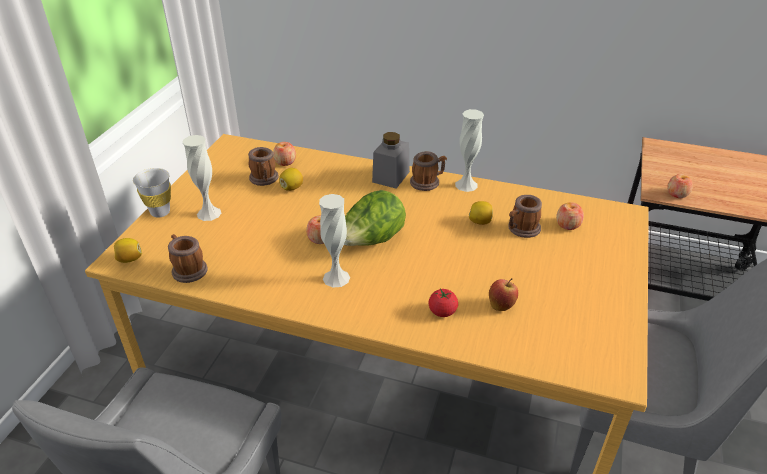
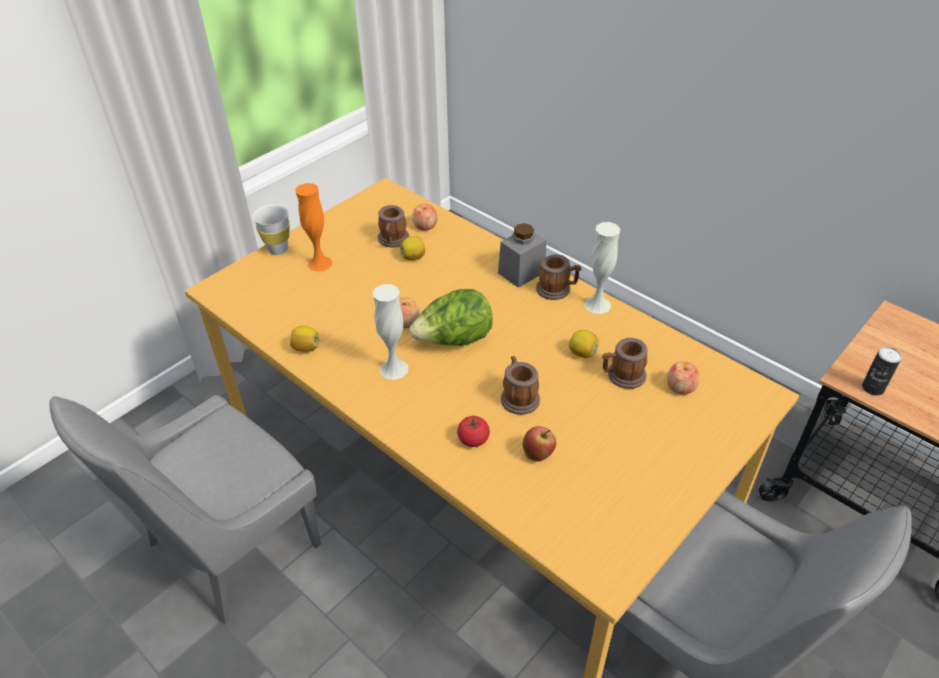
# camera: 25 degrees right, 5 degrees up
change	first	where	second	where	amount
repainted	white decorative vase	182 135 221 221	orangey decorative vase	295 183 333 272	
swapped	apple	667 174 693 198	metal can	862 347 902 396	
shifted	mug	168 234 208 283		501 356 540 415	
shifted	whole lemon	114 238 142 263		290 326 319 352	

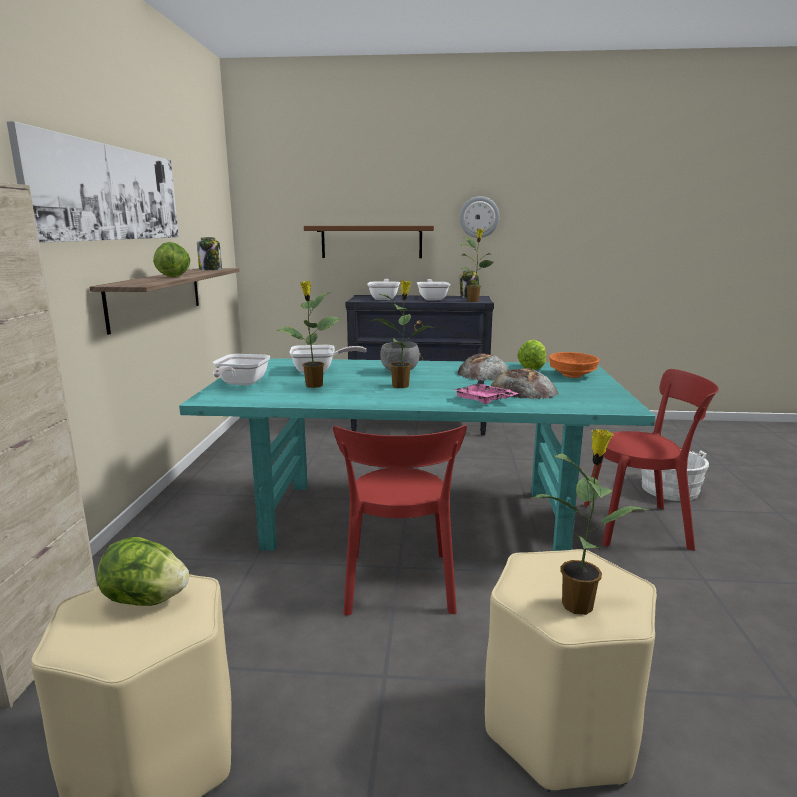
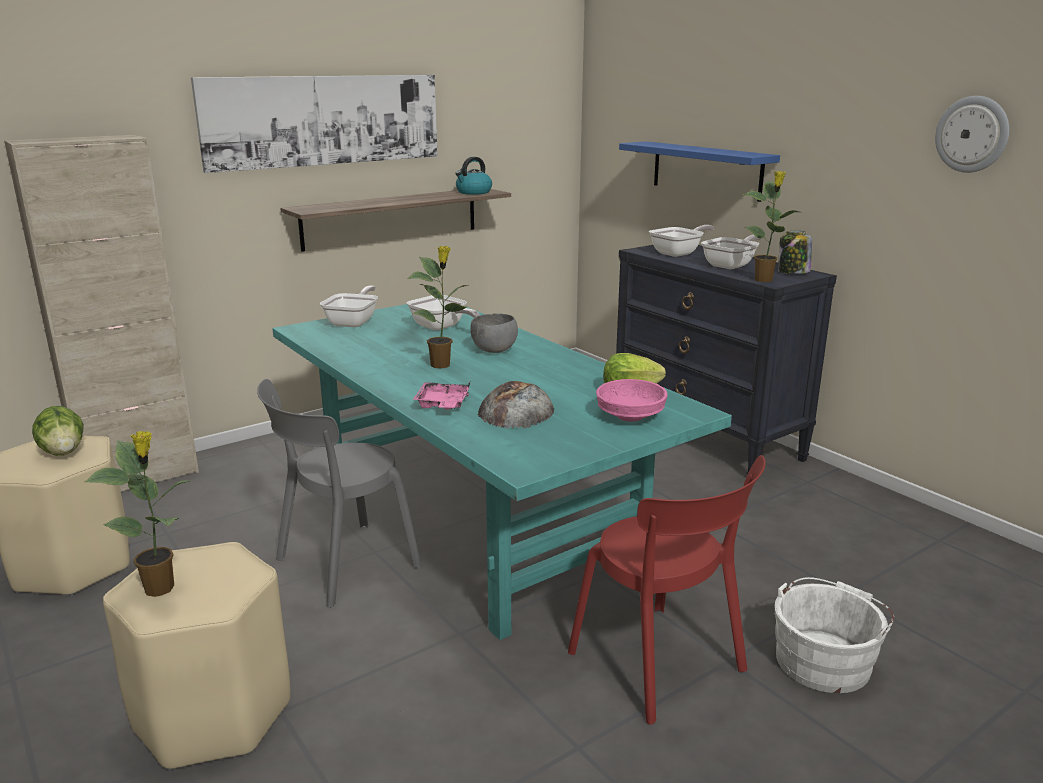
# camera: 50 degrees right, 5 degrees up
change	first	where	second	where	amount
shifted	clock on the wall	459 196 500 238		935 96 1009 173	
repainted	brownish bracket shelf	304 226 434 258	blue-coloured bracket shelf	619 141 780 202	
swapped	preserve jar	197 237 222 270	kettle	455 157 492 195	
gone	head of lettuce	153 242 190 277			
gone	potted plant	276 281 342 388			
repainted	orangey deep dish	549 352 599 378	pink deep dish	596 379 668 422	
gone	bakery bread	457 353 509 381			
rotated	pan	213 354 270 385		320 285 378 327	135 degrees clockwise
repainted	red plain chair	333 425 467 615	grey plain chair	257 379 422 608	

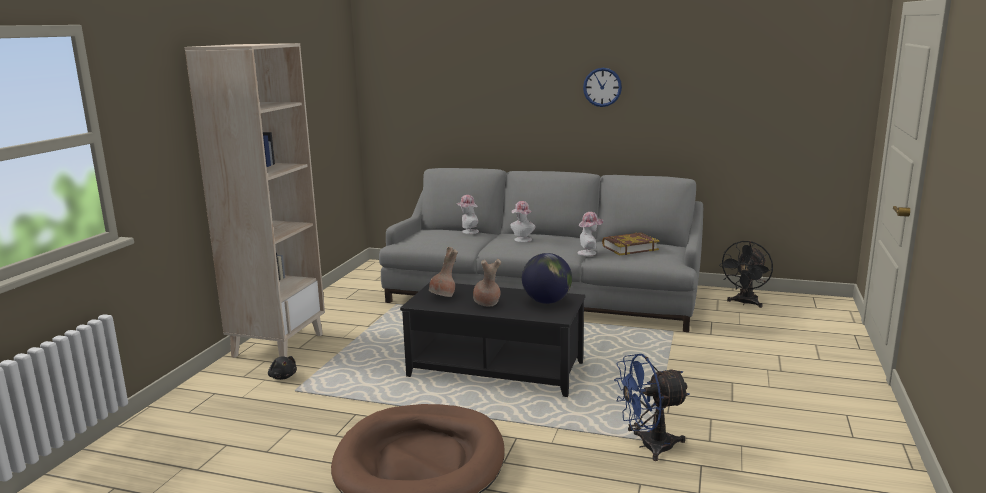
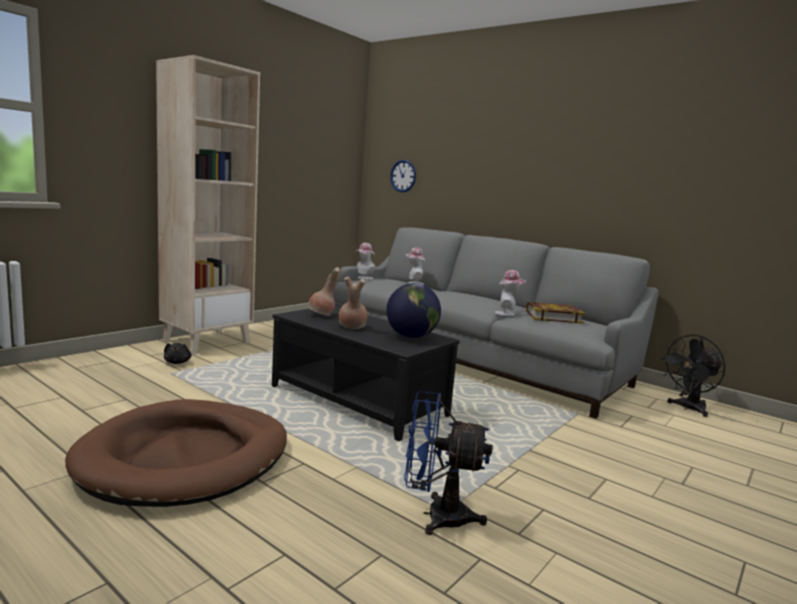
# camera: 20 degrees right, 5 degrees down
change	first	where	second	where	amount
shifted	clock on the wall	583 68 622 107		390 160 416 192	
shifted	clothing hat	511 201 536 242		356 243 376 280	

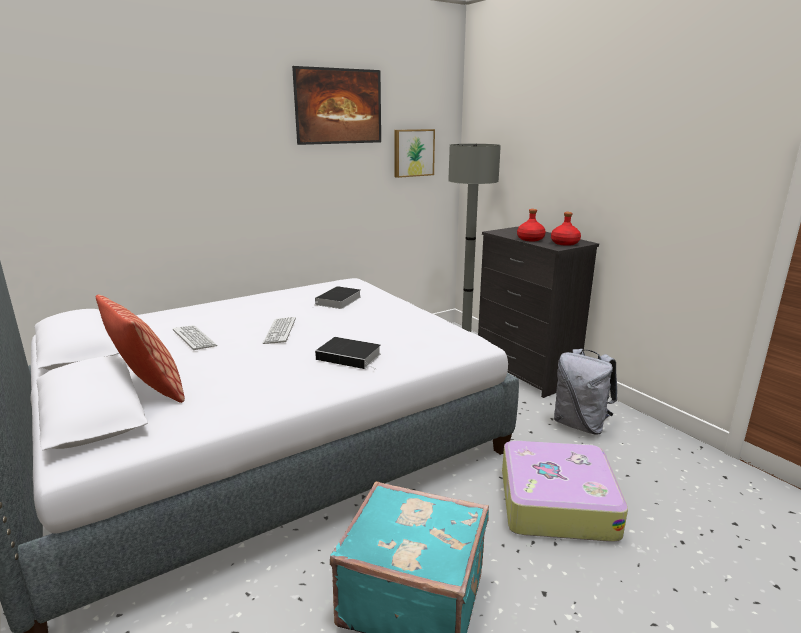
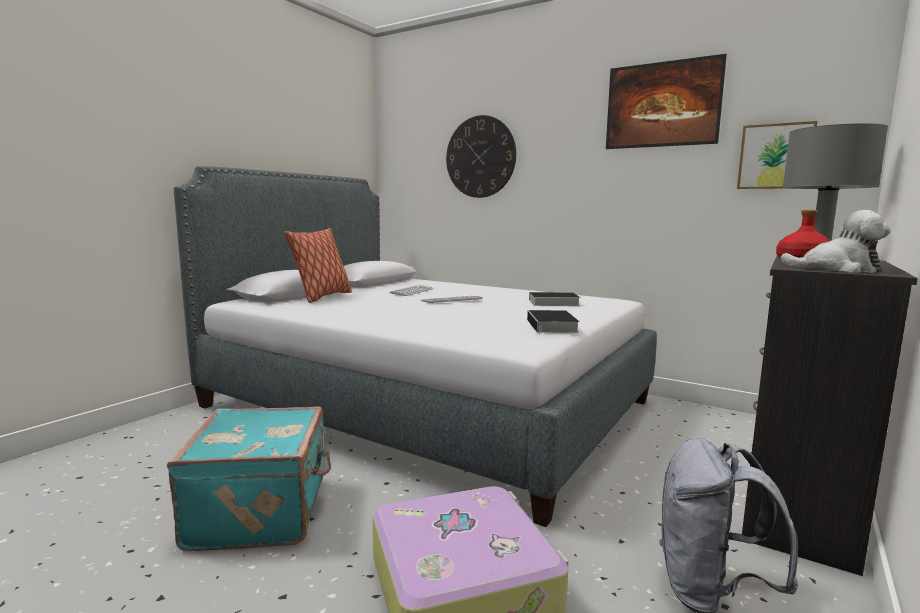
# camera: 65 degrees right, 10 degrees down
change	first	where	second	where	amount
swapped	red drink bottle	551 212 581 246	plush toy	780 210 891 273	
shifted	volume	315 337 381 370		527 310 580 335	
new			clock on the wall	446 115 516 198	

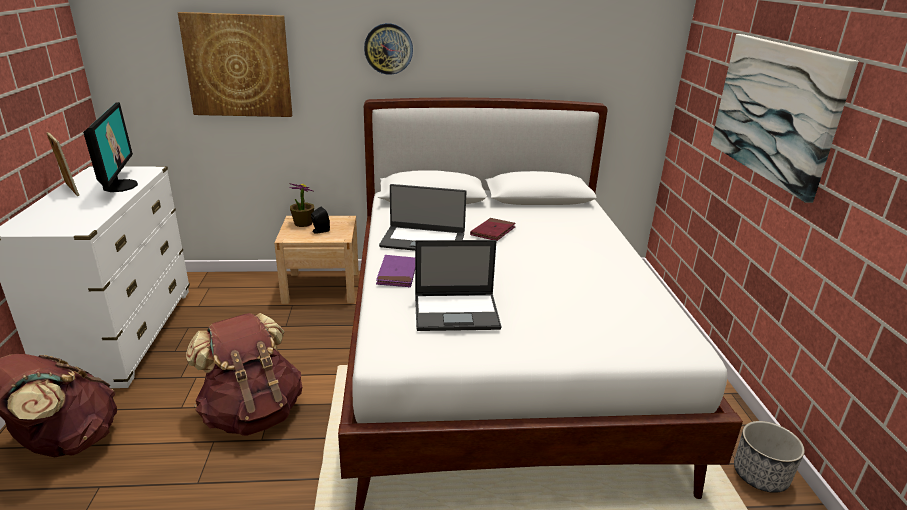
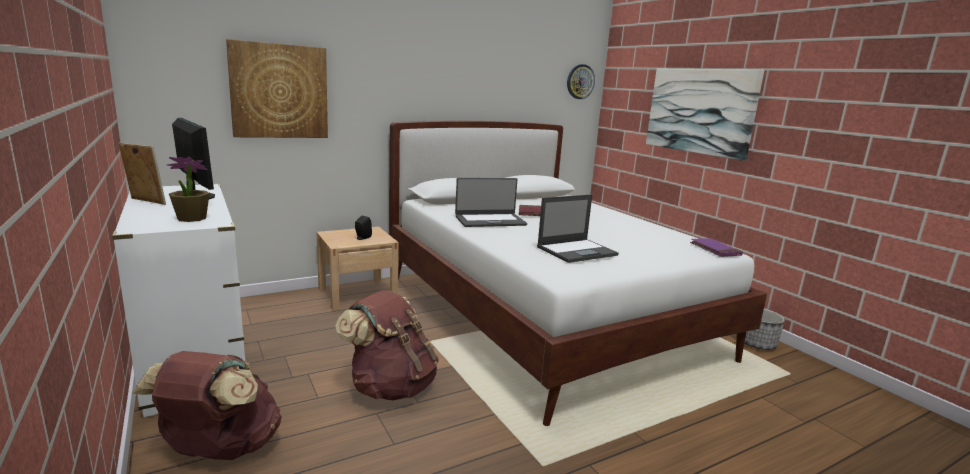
# camera: 25 degrees left, 10 degrees down
change	first	where	second	where	amount
shifted	clock on the wall	364 23 413 75		567 64 595 99	
shifted	potted plant	288 183 314 227		167 157 210 222	
shifted	purplish volume	376 255 415 287		690 238 743 257	

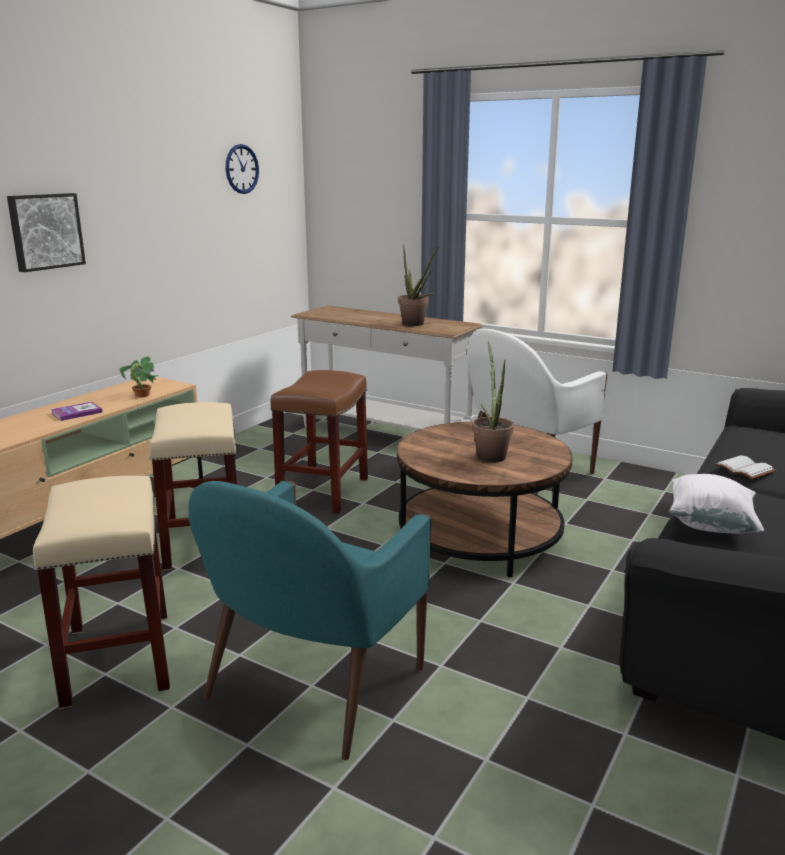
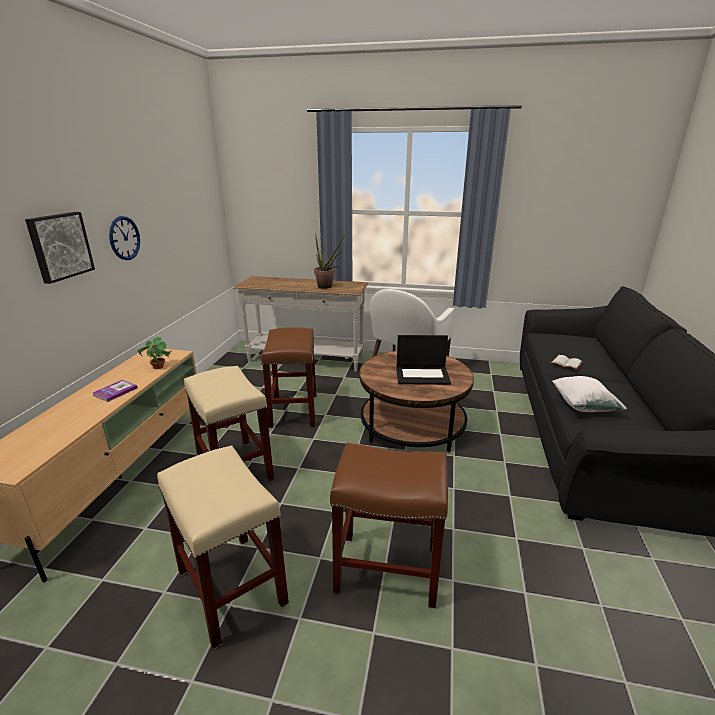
# camera: 20 degrees left, 5 degrees up
change	first	where	second	where	amount
shifted	clock on the wall	226 144 259 194		109 216 140 260	
swapped	potted plant	472 341 514 462	laptop	396 335 451 385	
swapped	turquoise armchair	188 481 432 760	brownish stool seat	330 443 448 608	

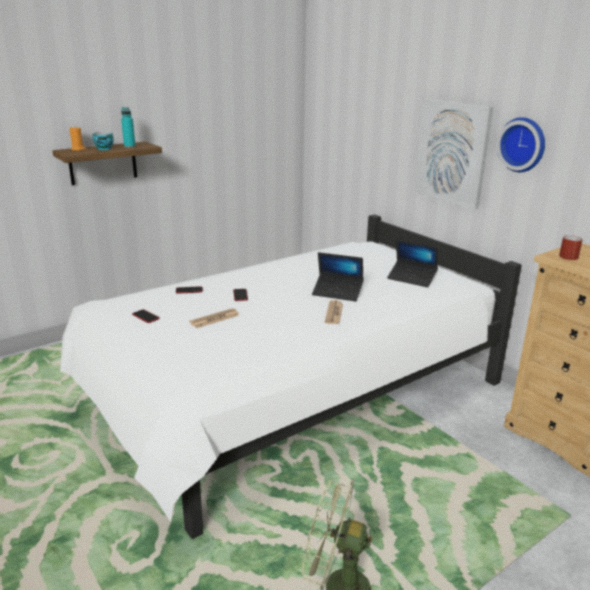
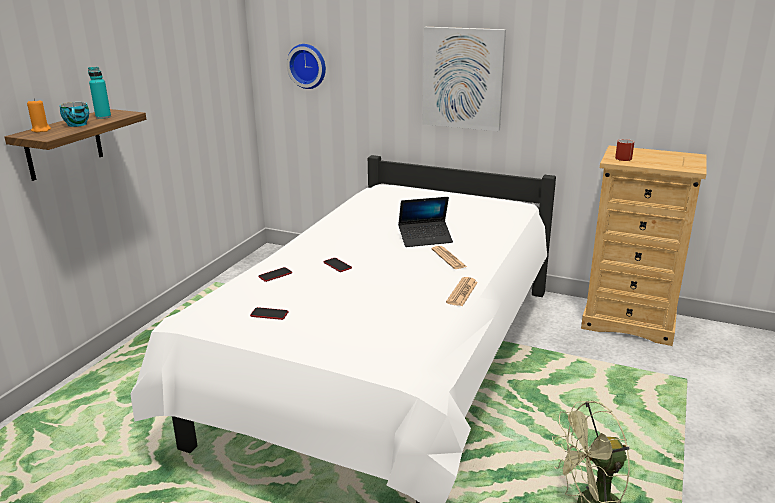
# camera: 30 degrees left, 0 degrees up
change	first	where	second	where	amount
shifted	clock on the wall	497 117 545 172		287 44 326 89	
gone	laptop	387 239 438 287			
shifted	newspaper	189 308 239 328		446 277 478 306	

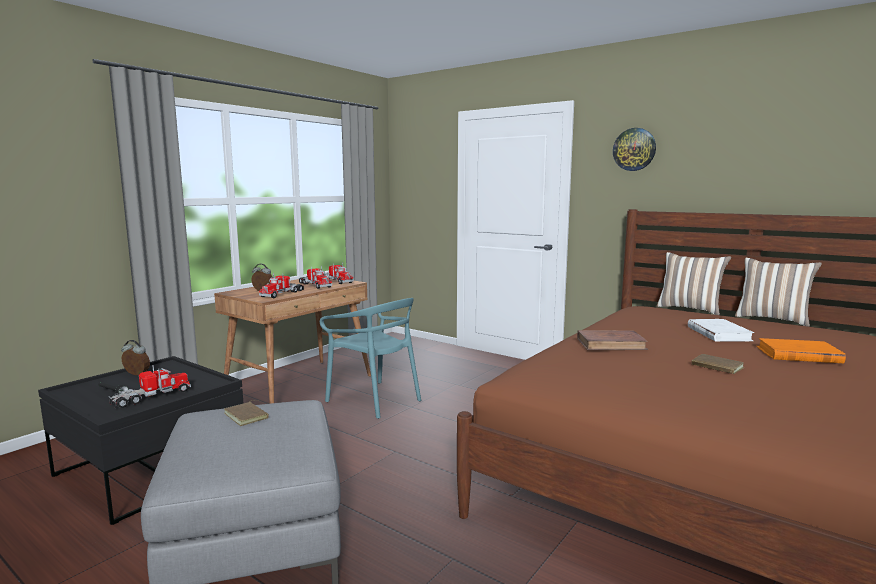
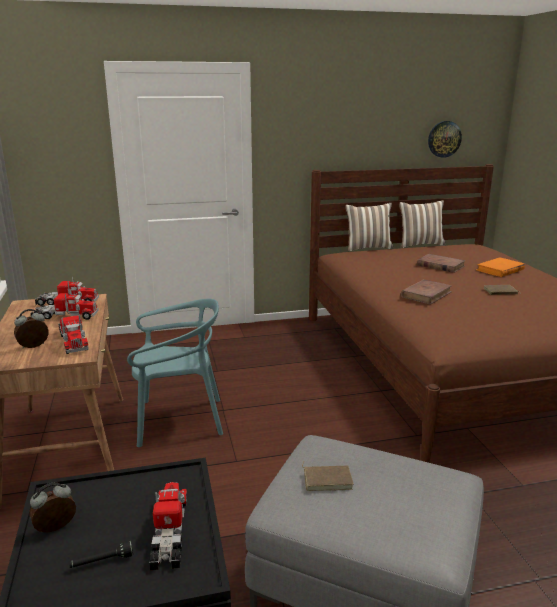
# camera: 50 degrees left, 10 degrees up
change	first	where	second	where	amount
shifted	clock on the wall	613 128 656 171		428 121 462 158	
repainted	white volume	688 319 754 341	brownish volume	417 254 466 273	

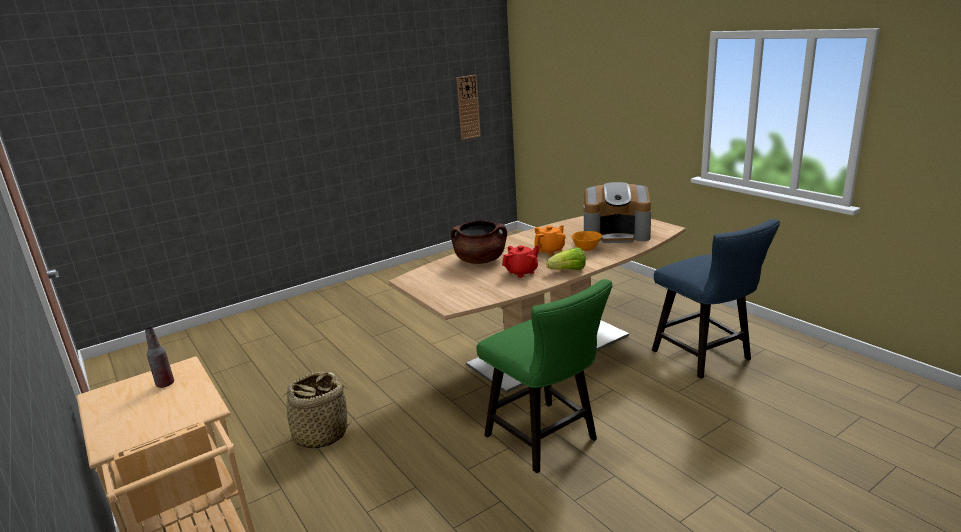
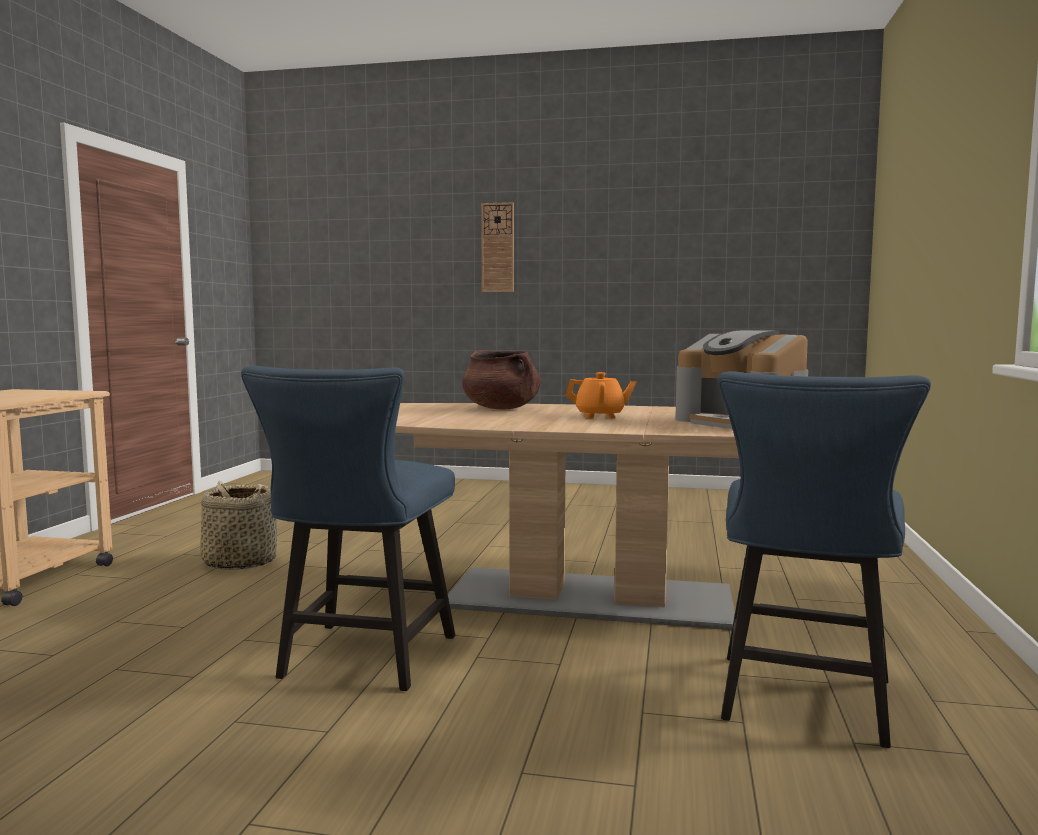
# camera: 45 degrees right, 15 degrees down
change	first	where	second	where	amount
shifted	clock on the wall	456 75 481 140		481 202 514 292	
gone	orangey deep dish	572 231 602 251			
gone	red teapot	502 245 539 278			
gone	head of lettuce	546 248 586 270			
repainted	green-coloured plain chair	476 279 612 473	blue-coloured plain chair	241 366 455 691	
gone	drink bottle	143 324 174 388			

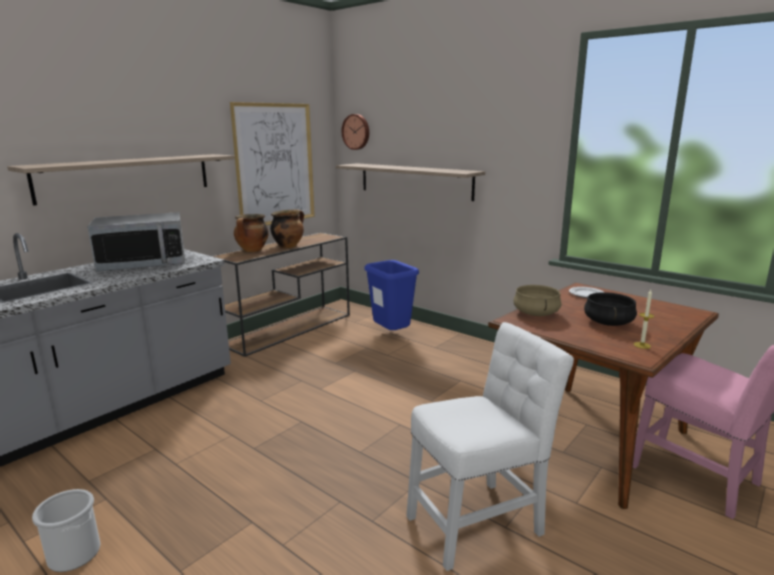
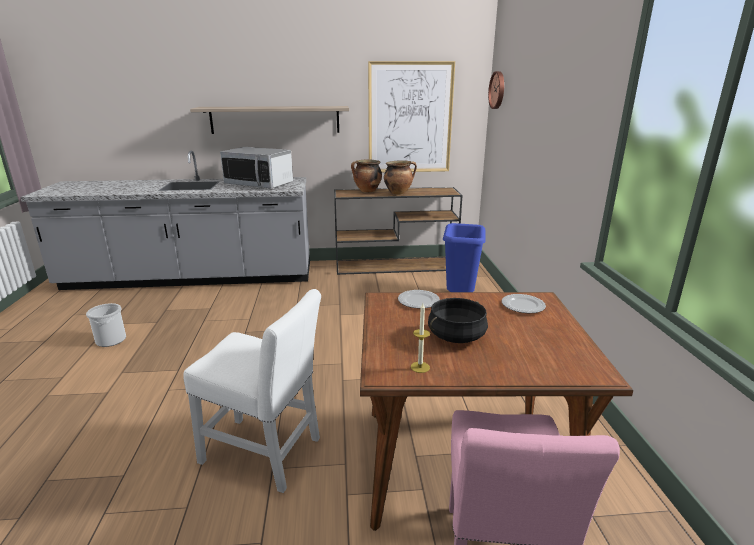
# camera: 45 degrees right, 5 degrees up
change	first	where	second	where	amount
gone	bracket shelf	336 163 485 201			
swapped	beige cooking pot	513 285 562 316	plate	398 290 440 309	

